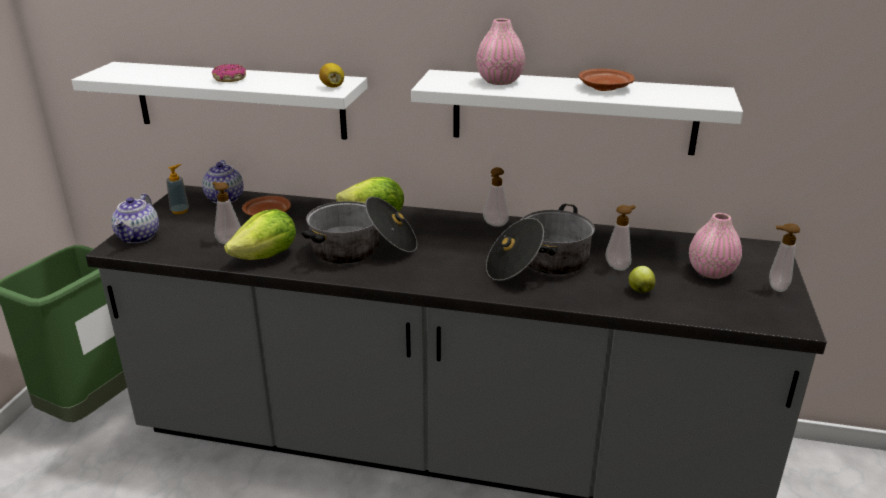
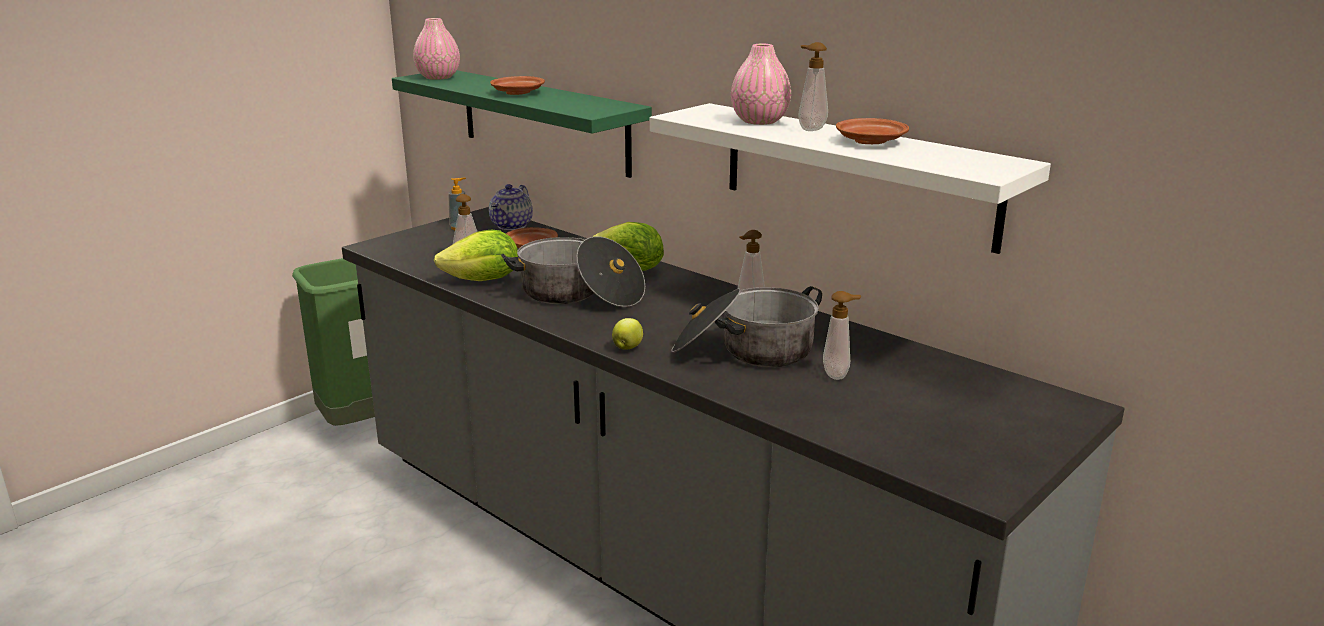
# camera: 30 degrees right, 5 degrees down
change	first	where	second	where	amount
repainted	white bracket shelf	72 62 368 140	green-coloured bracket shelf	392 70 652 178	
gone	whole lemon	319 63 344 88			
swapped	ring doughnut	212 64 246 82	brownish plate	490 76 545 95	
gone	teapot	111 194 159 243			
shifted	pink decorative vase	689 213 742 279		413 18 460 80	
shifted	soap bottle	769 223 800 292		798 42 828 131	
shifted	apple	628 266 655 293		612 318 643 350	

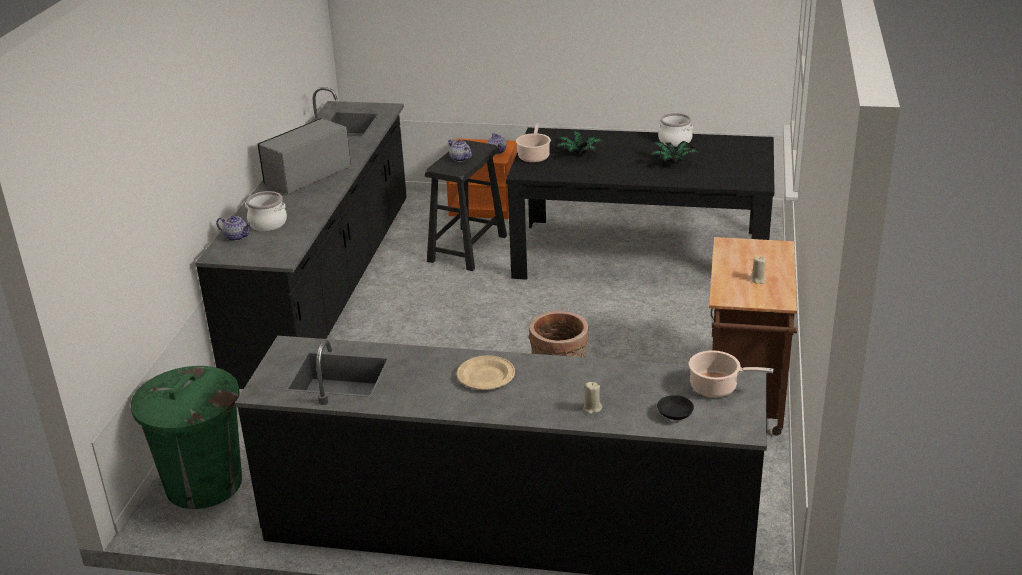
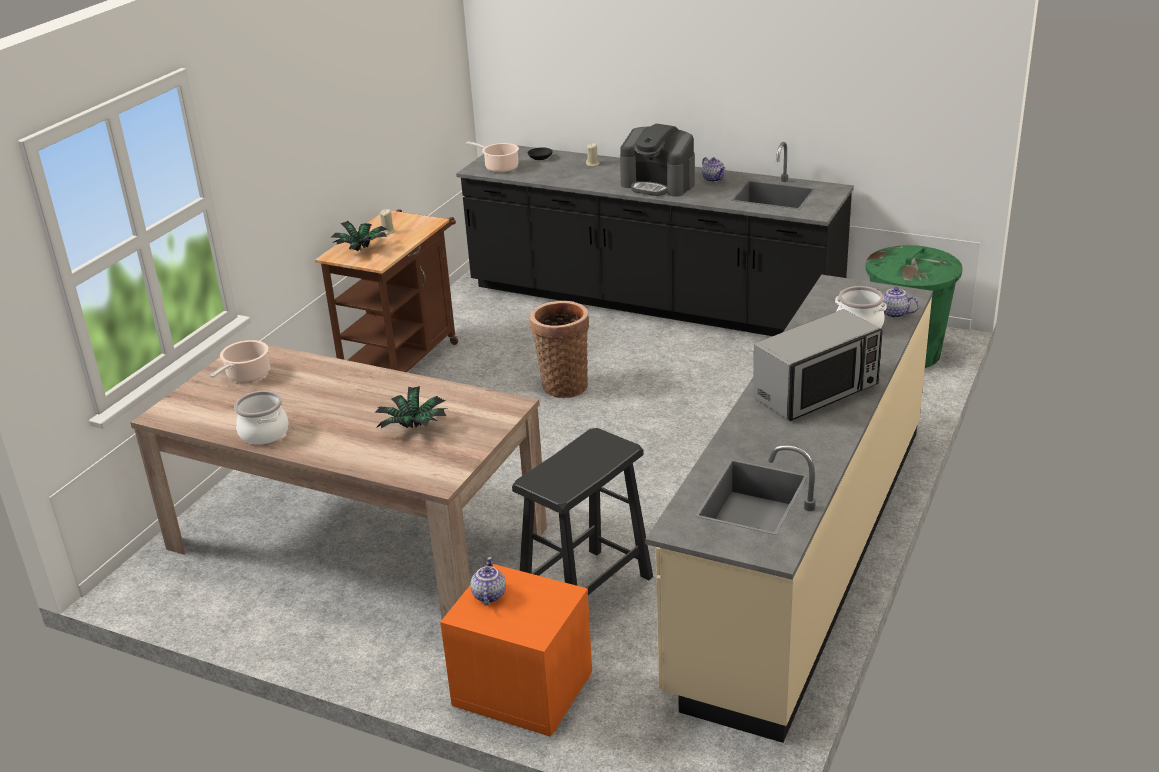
# camera: 165 degrees left, 0 degrees up
change	first	where	second	where	amount
repainted	blackish kitchen counter	195 87 407 389	beige kitchen counter	645 274 933 743	
shifted	cooking pot	516 123 551 162		210 340 270 382	
repainted	blackish kitchen table	506 127 774 280	beige kitchen table	130 340 547 619	
shifted	teapot	448 139 472 162		702 157 725 182	
shifted	potted plant	651 140 699 164		331 221 387 251	
swapped	beige plate	457 356 515 390	coffee brewer	620 124 695 197	

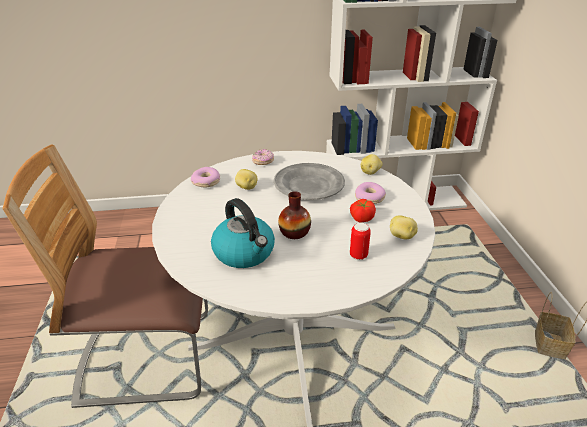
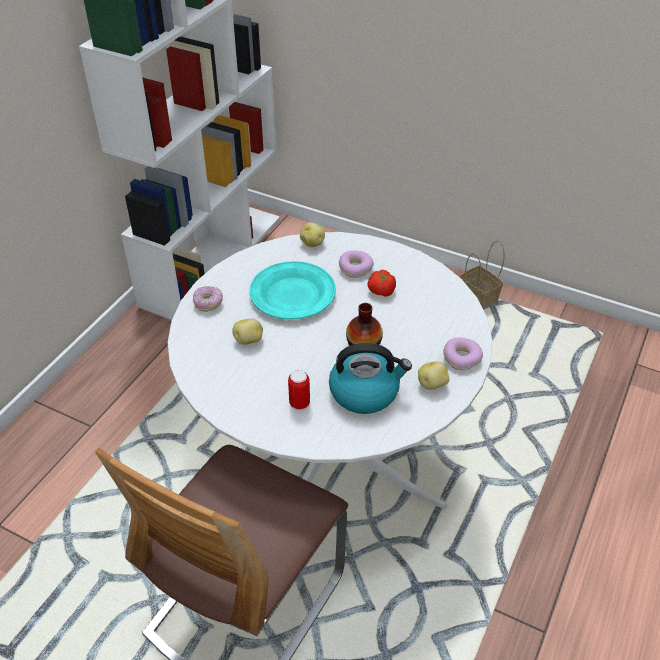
# camera: 55 degrees left, 10 degrees up
change	first	where	second	where	amount
repainted	grey plate	274 163 345 200	turquoise plate	249 261 336 320	
shifted	ring doughnut	191 167 220 187		443 337 483 370	
shifted	spud	390 215 418 239		418 361 450 390	
shifted	metal can	350 223 371 260		288 370 310 410	

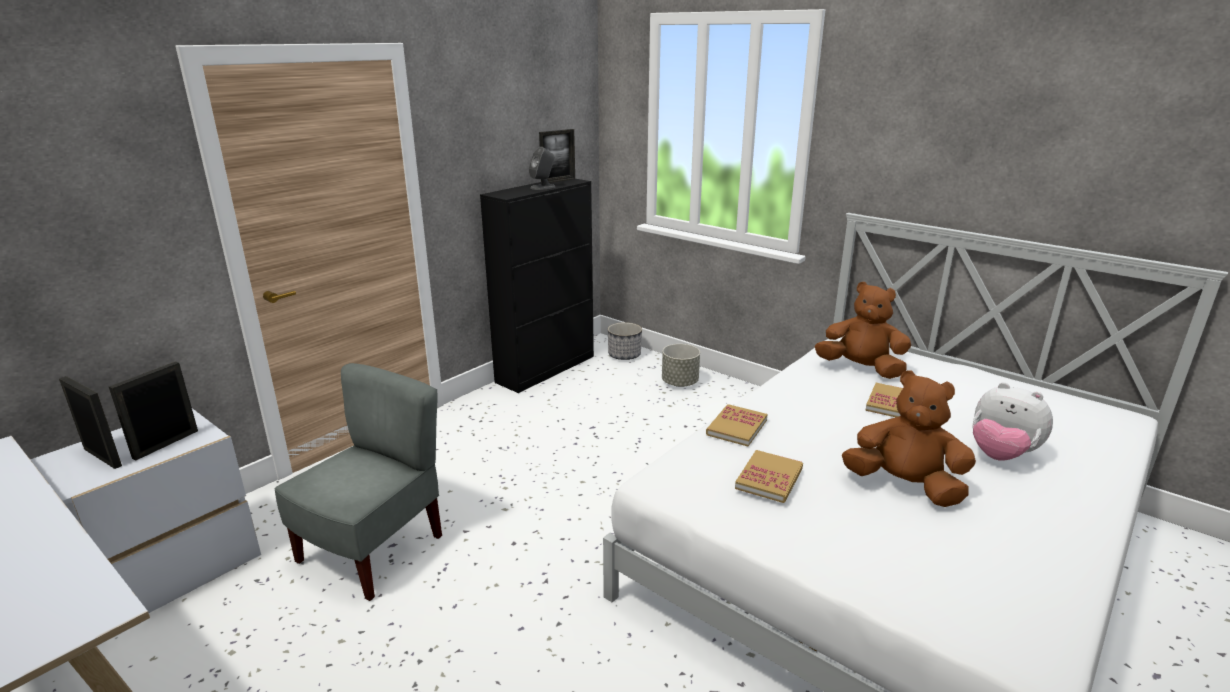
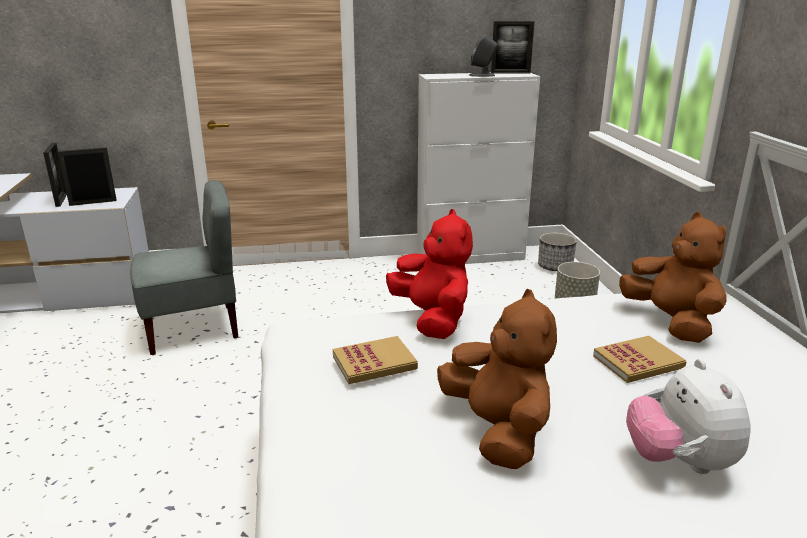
# camera: 40 degrees right, 0 degrees up
change	first	where	second	where	amount
repainted	blackish cabinet	480 179 594 393	white cabinet	417 73 540 264	
swapped	volume	706 404 768 446	red plush toy	386 209 473 339	

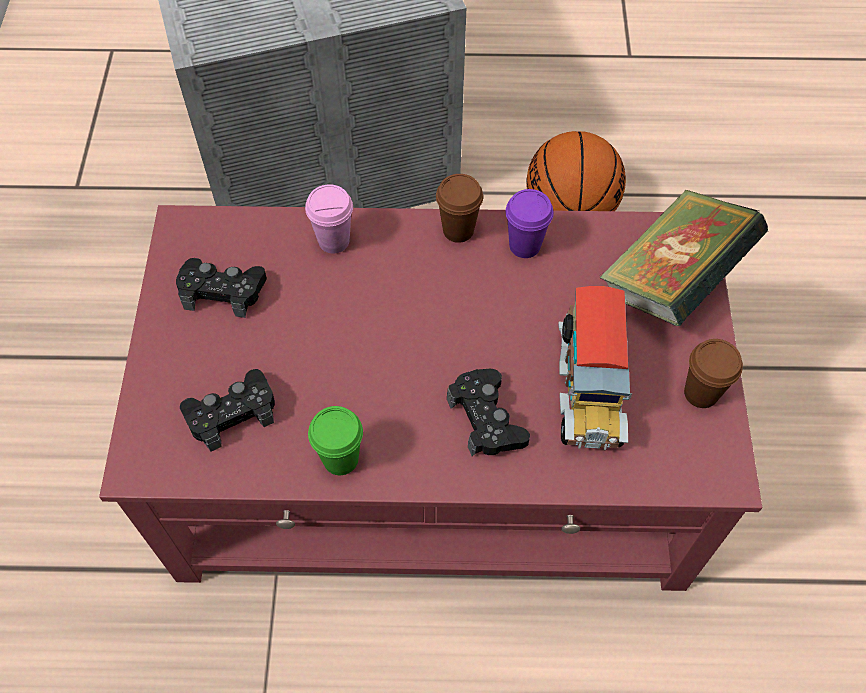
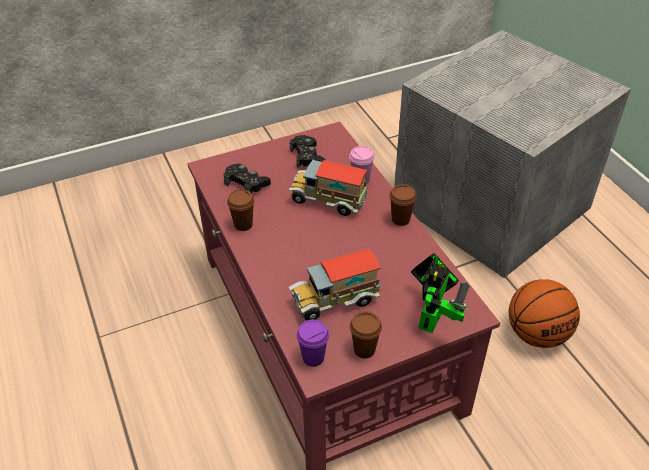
# camera: 65 degrees right, 15 degrees down
change	first	where	second	where	amount
shifted	purplish small cup	506 189 554 258		297 320 329 367	
swapped	volume	599 190 768 326	toy robot	411 253 469 333	
gone	blackish gamepad	447 368 530 456			
repainted	green-coloured small cup	308 406 363 475	brownish small cup	227 189 254 231	
new			model truck	289 160 367 216	

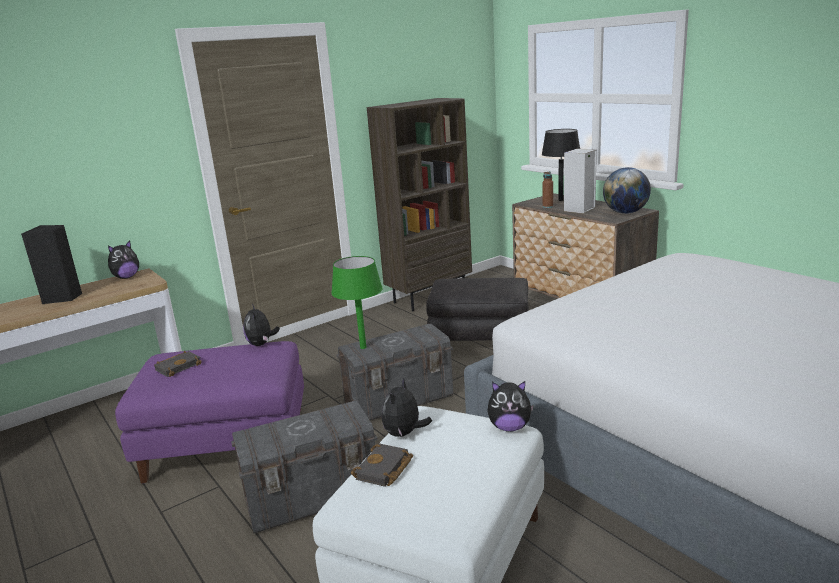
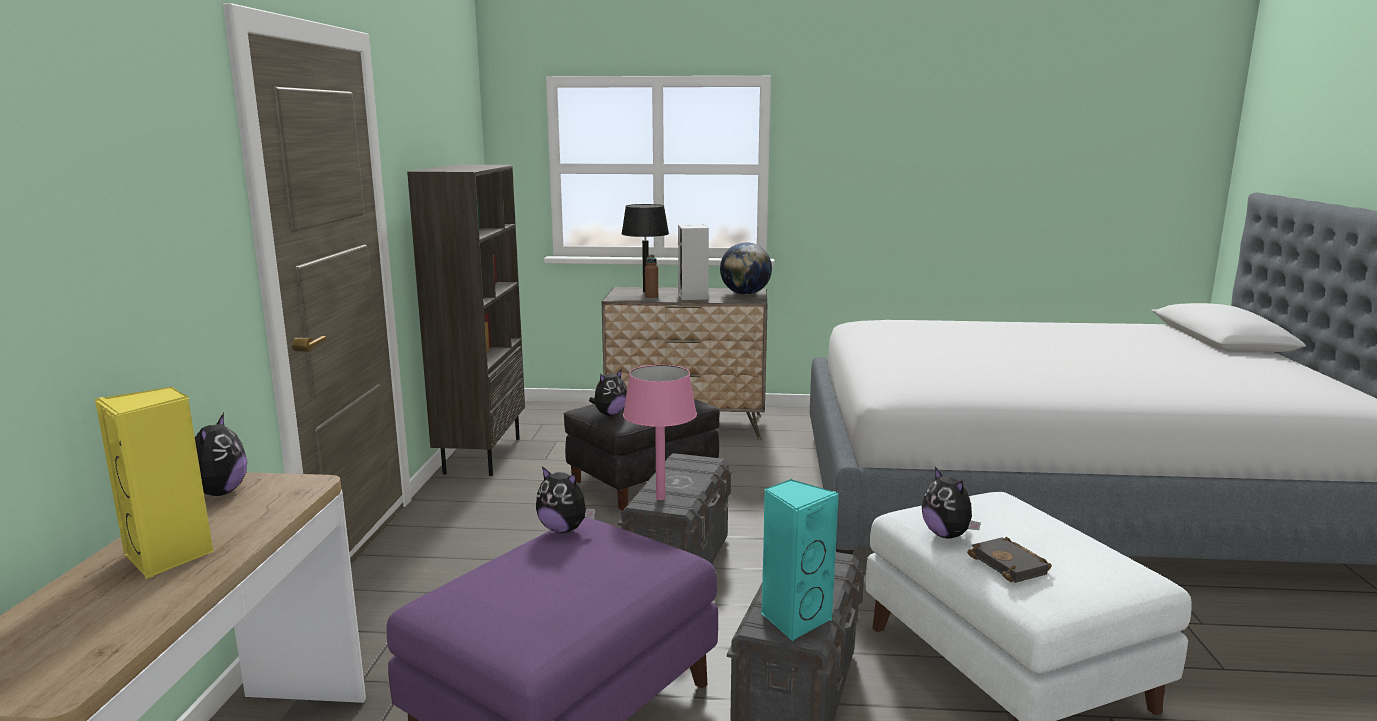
# camera: 50 degrees left, 5 degrees down
change	first	where	second	where	amount
repainted	blackish speaker	21 225 82 304	yellow speaker	95 387 213 579	
repainted	green-coloured table lamp	331 256 383 349	pink table lamp	623 365 697 500	
gone	blackish volume	154 351 202 377			
shifted	plush toy	487 381 534 432		589 369 627 416	
new			turquoise speaker	761 479 839 641	

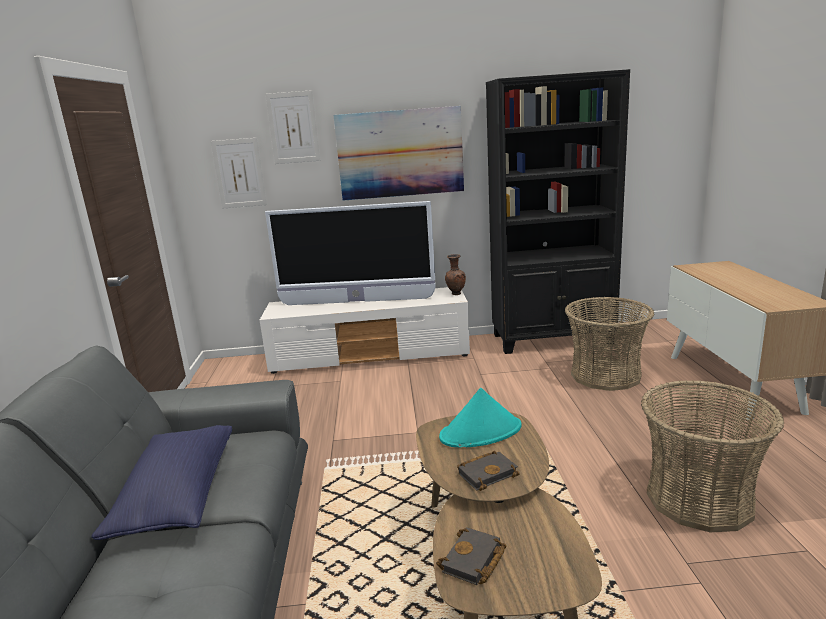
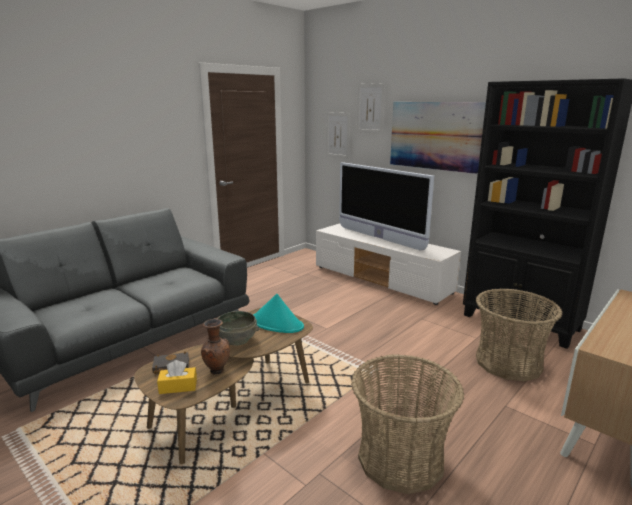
# camera: 45 degrees right, 0 degrees up
change	first	where	second	where	amount
shifted	brownish decorative vase	445 254 466 295		201 319 230 374	
gone	blue-coloured cushion	91 425 232 540			
swapped	blackish volume	457 451 520 491	grey deep dish	218 311 259 346	
new			yellow tissue box	157 360 197 394	

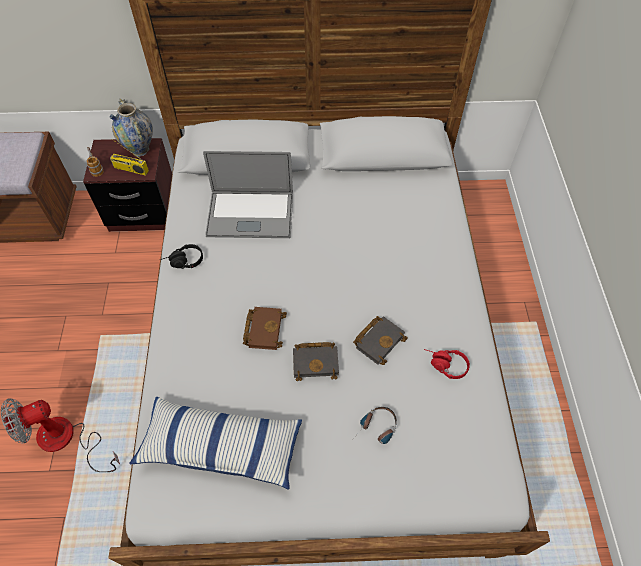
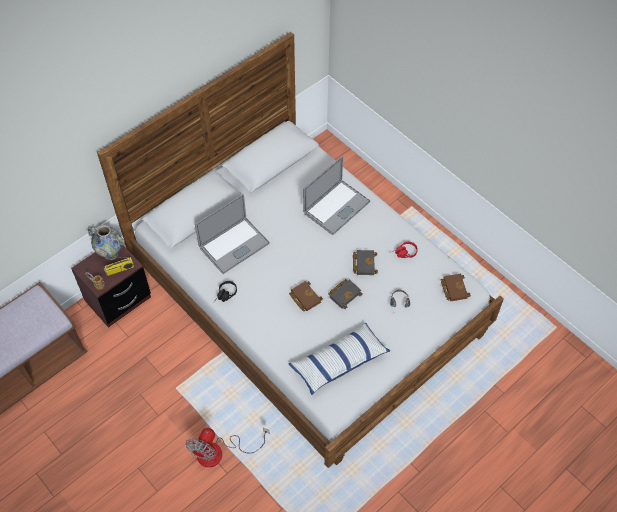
# camera: 40 degrees left, 0 degrees up
change	first	where	second	where	amount
new			laptop	303 156 370 235	
new			brownish volume	440 274 471 301	

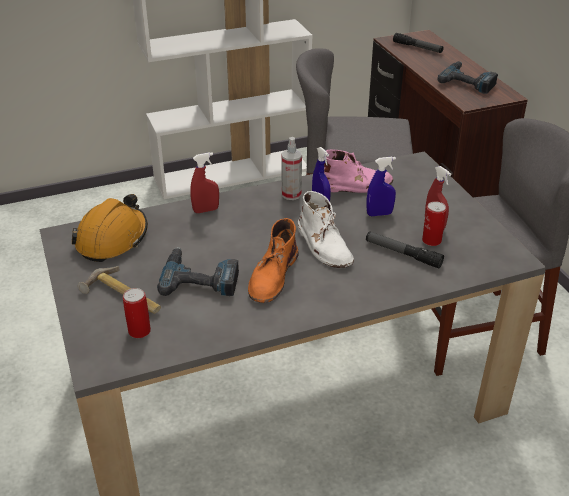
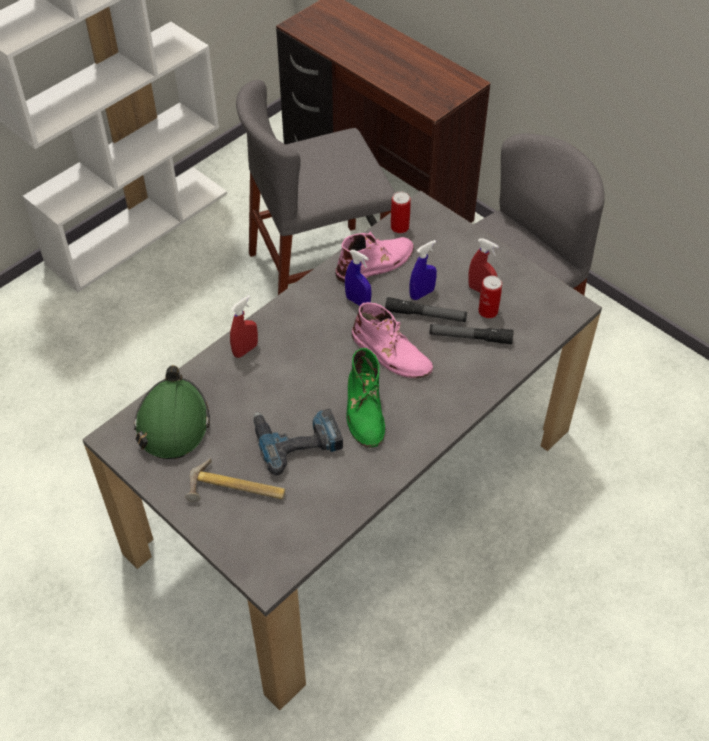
# camera: 25 degrees left, 15 degrees up
change	first	where	second	where	amount
shifted	torch	393 33 444 53		385 297 467 322	
gone	power drill	437 61 498 94			
gone	sprayer	282 137 302 200			
repainted	white tall boot	298 191 354 268	pink tall boot	352 302 433 378	
repainted	orangey hard hat	72 194 148 262	green-coloured hard hat	134 365 210 459	
repainted	orangey tall boot	248 218 298 303	green-coloured tall boot	347 348 385 448	
shifted	metal can	123 288 151 338		391 192 411 233	

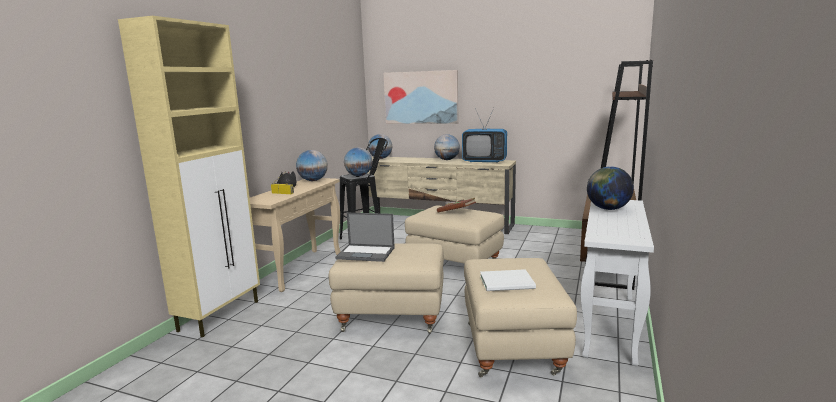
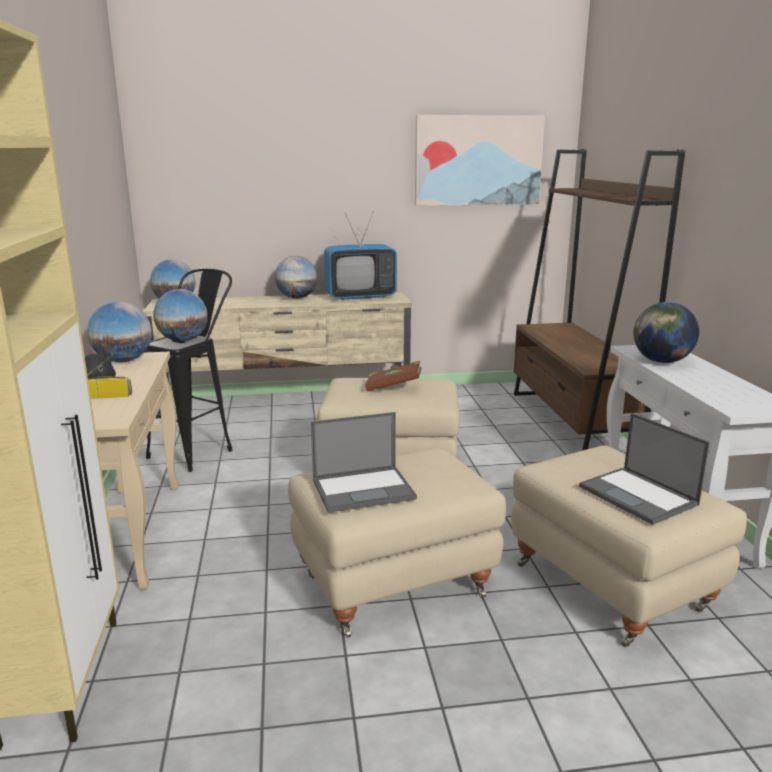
# camera: 30 degrees left, 5 degrees up
change	first	where	second	where	amount
shifted	wall picture	383 70 459 124		415 115 545 206	
swapped	white volume	480 269 536 291	laptop	579 413 710 525	

